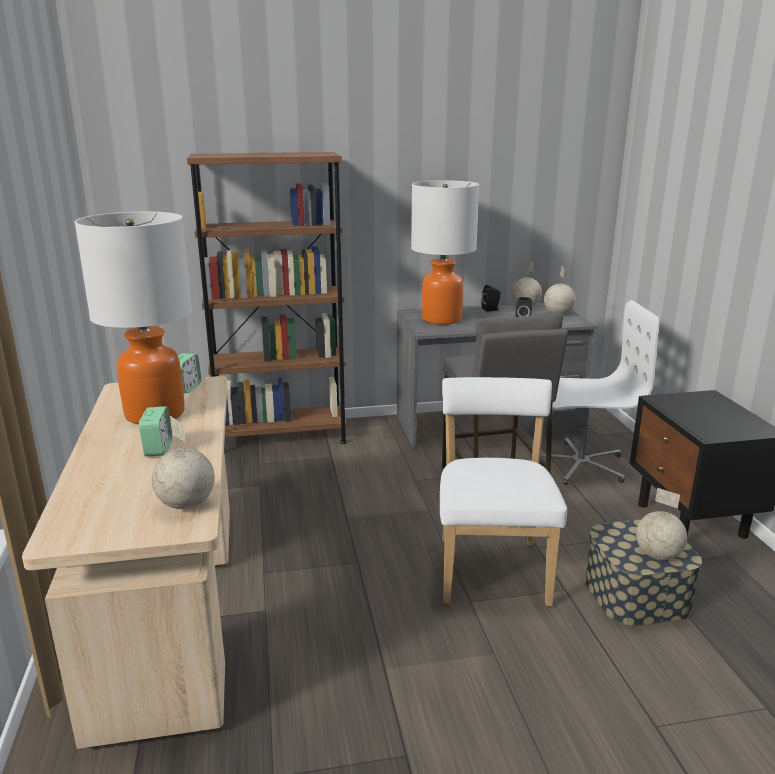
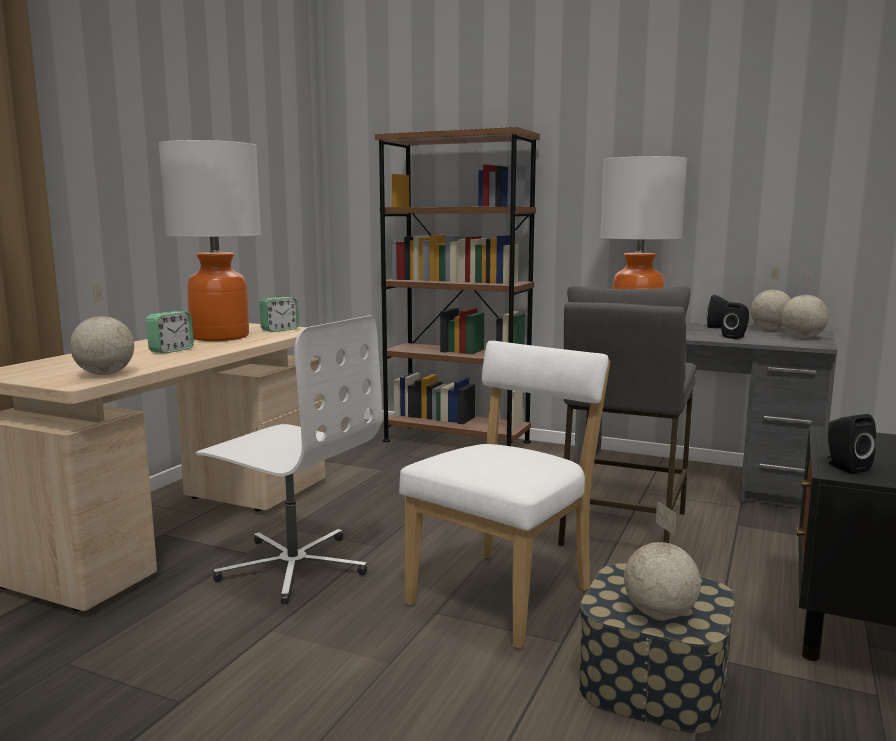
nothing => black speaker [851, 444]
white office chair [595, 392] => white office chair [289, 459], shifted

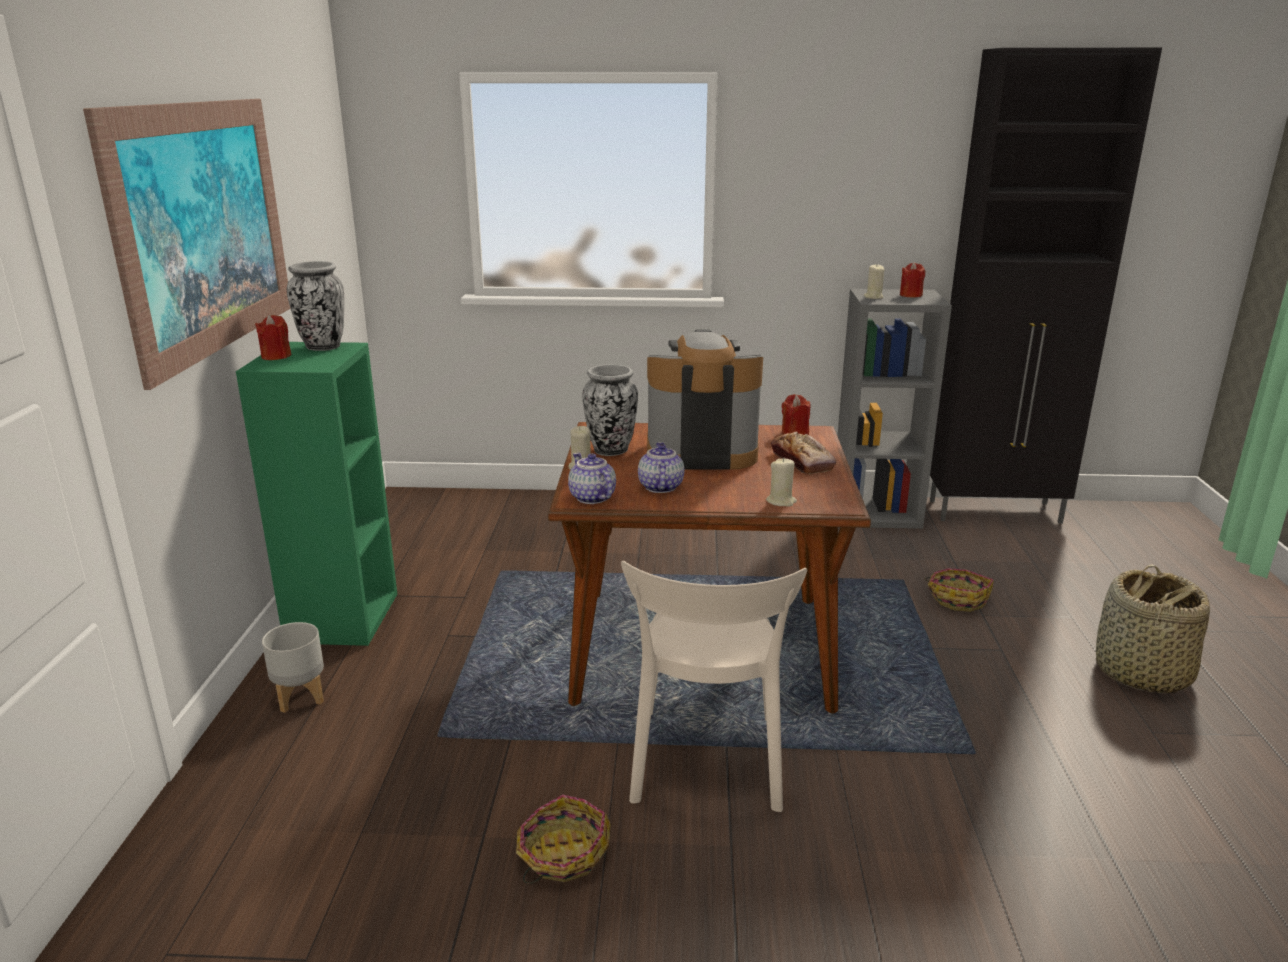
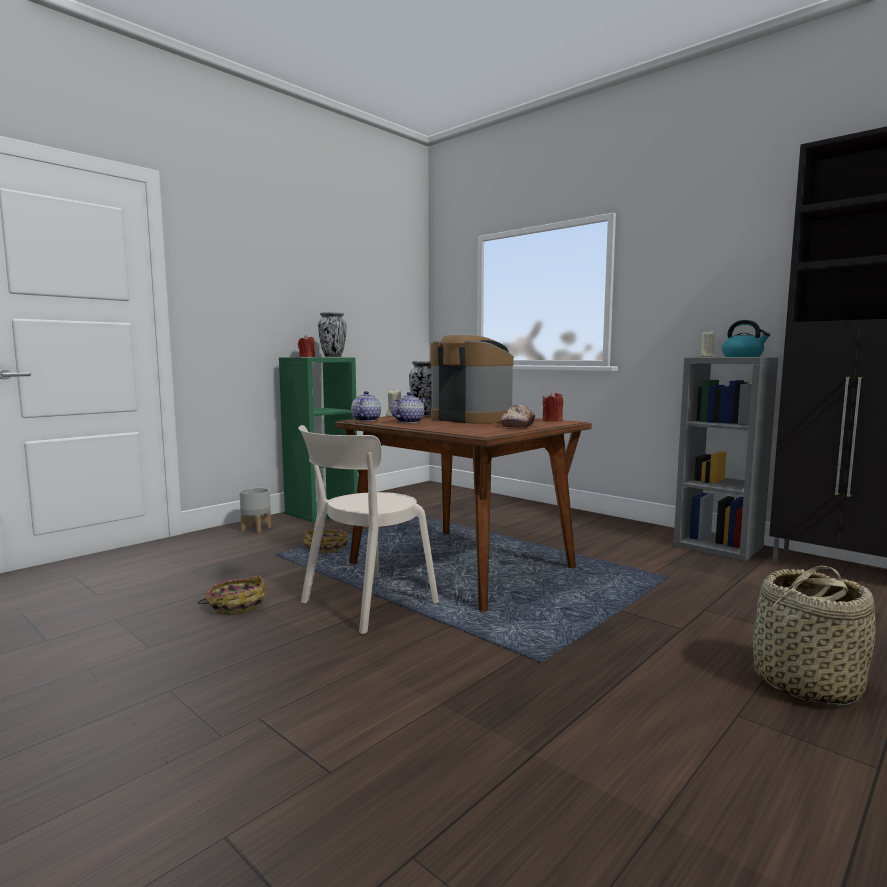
picture [186, 244] => nothing
beige candle [781, 482] => nothing
basket [959, 590] => basket [326, 541], shifted
red candle [912, 279] => kettle [746, 338]

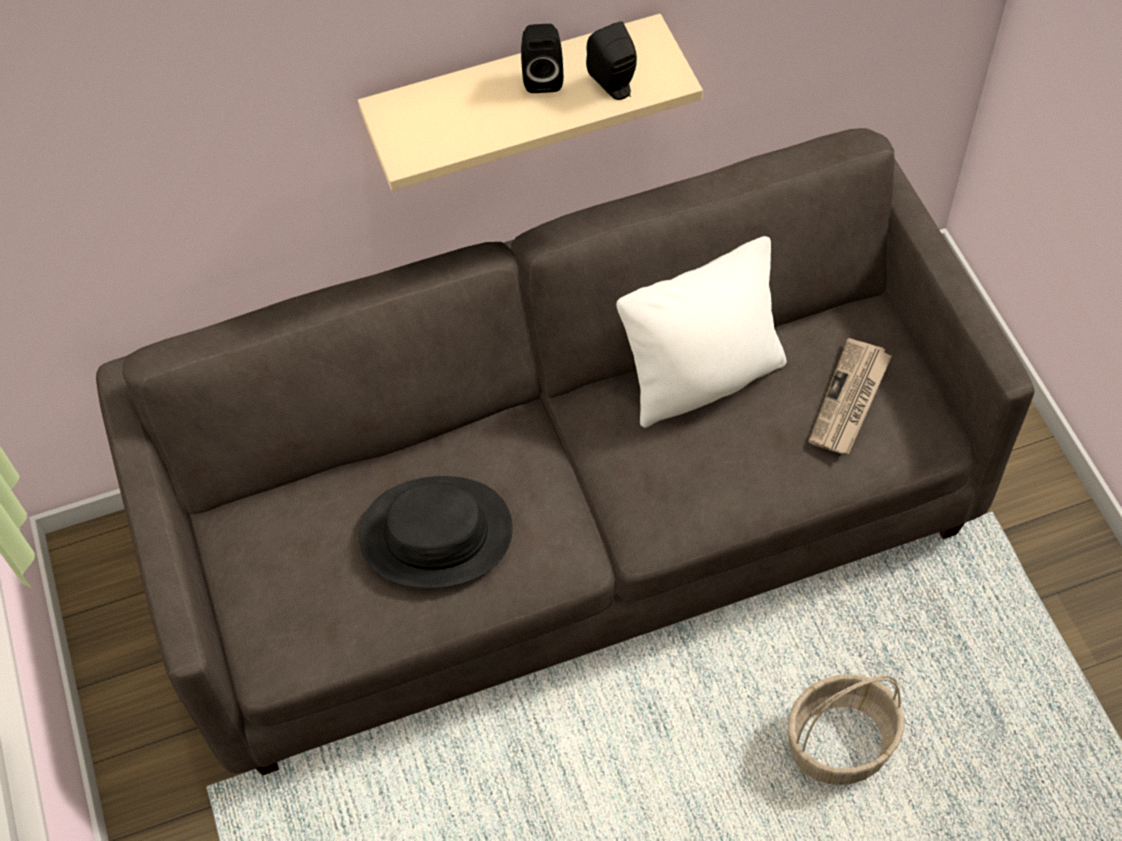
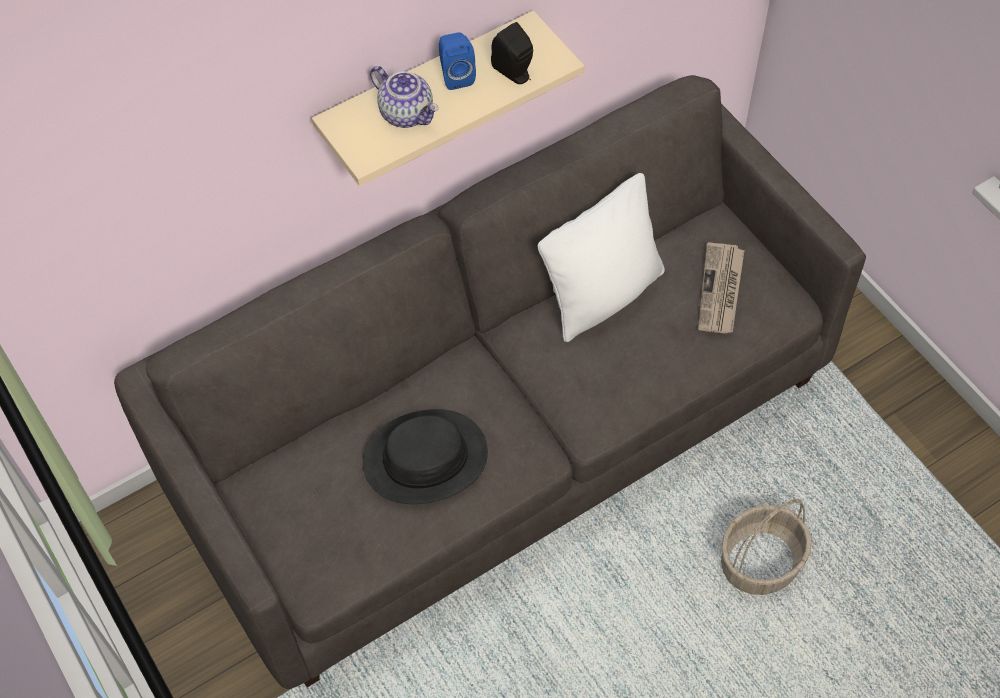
nothing => teapot [404, 97]
black speaker [542, 58] => blue speaker [457, 61]

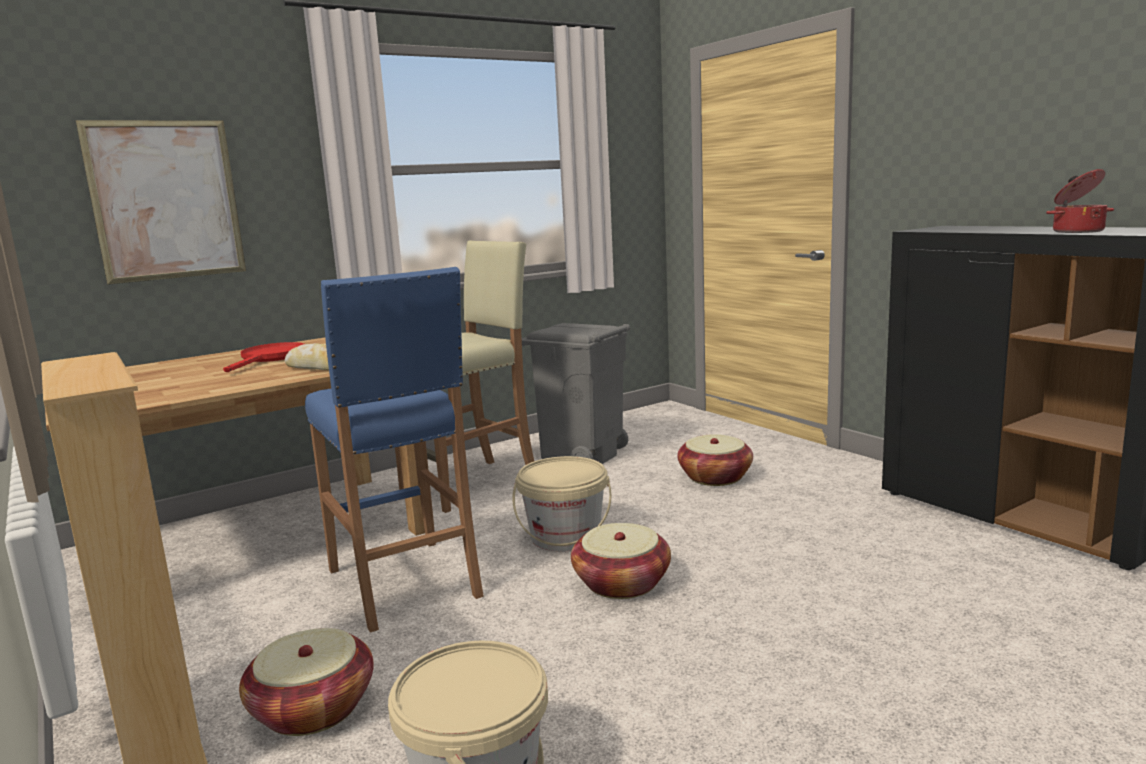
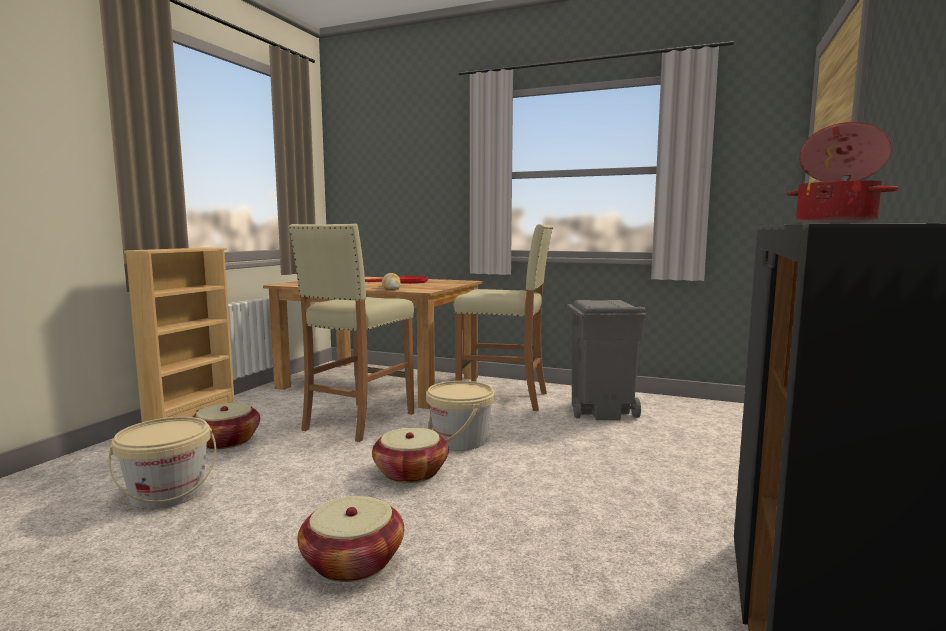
picture [160, 202] => nothing
basket [715, 460] => basket [350, 539], shifted
blue stool [394, 450] => beige stool [351, 333]

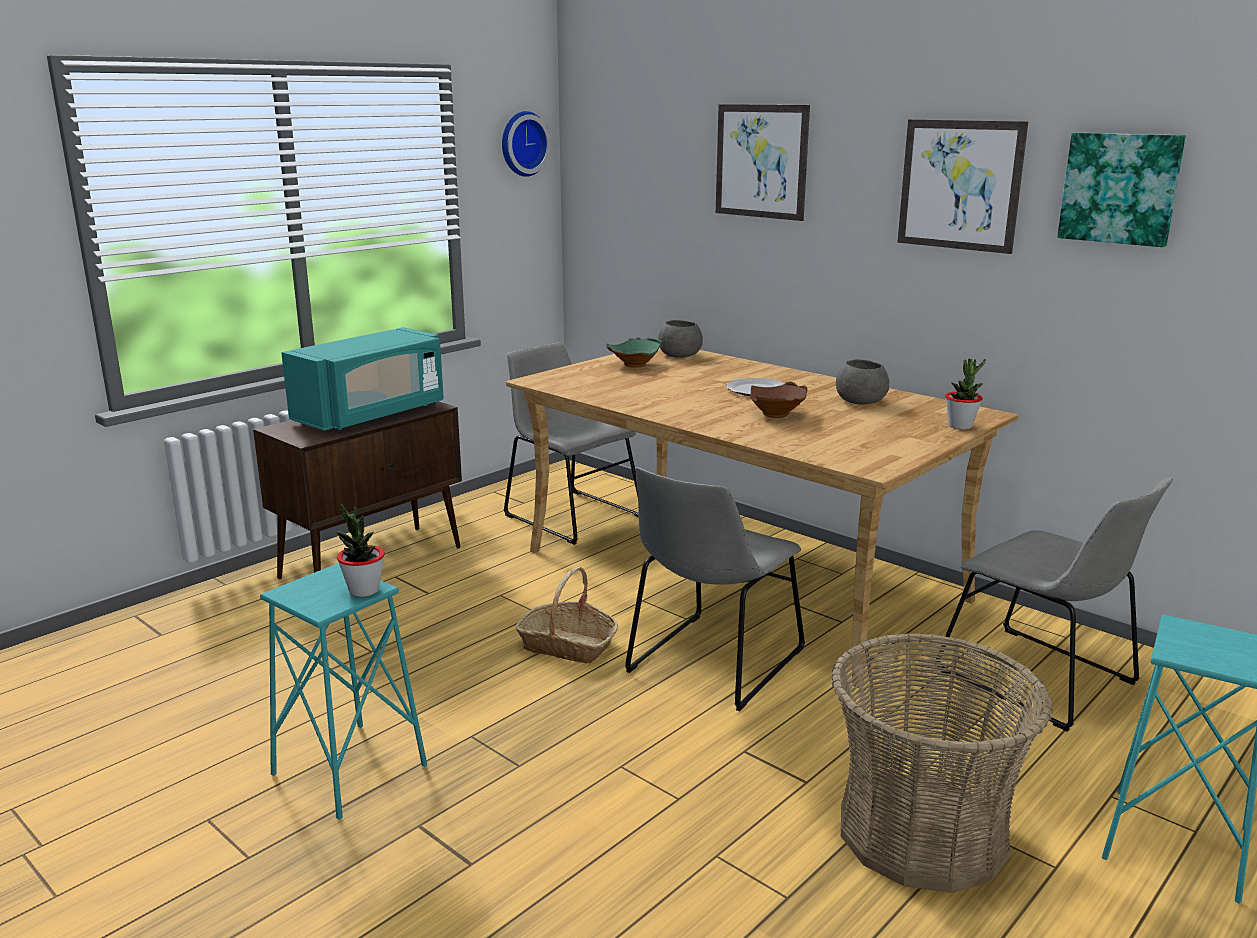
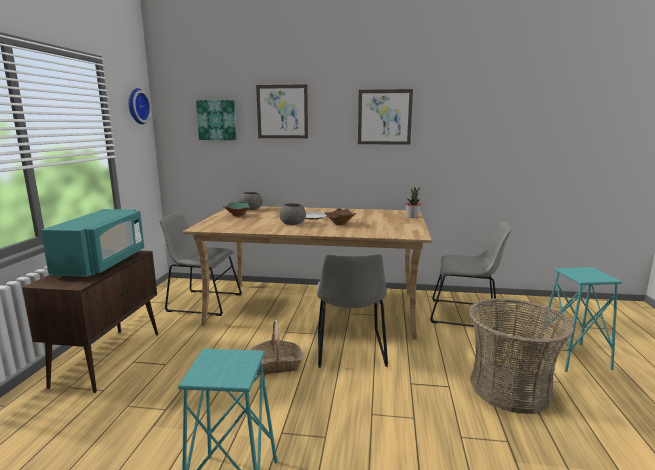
potted plant [360, 550] => nothing
grey bowl [862, 382] => grey bowl [292, 214], shifted
picture [1121, 190] => picture [216, 120], shifted

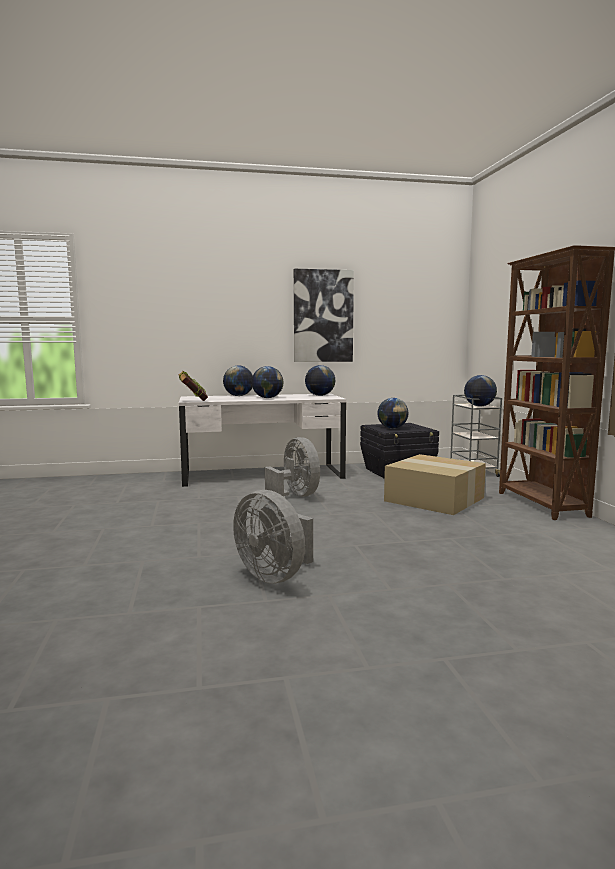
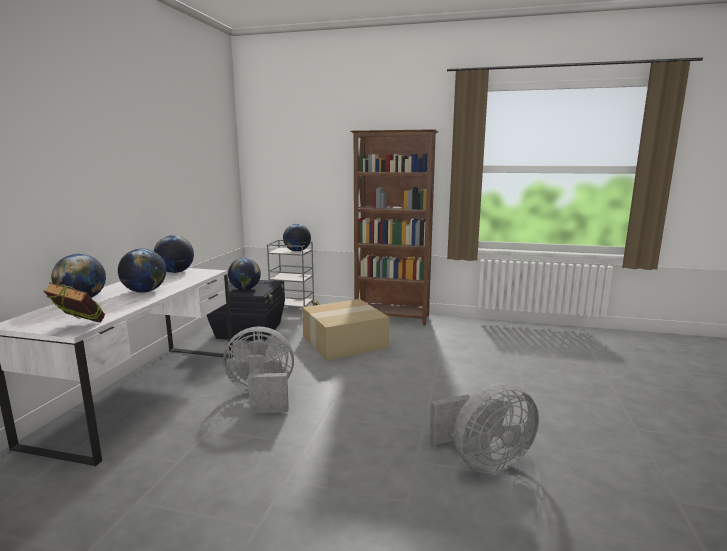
picture [324, 315] => nothing

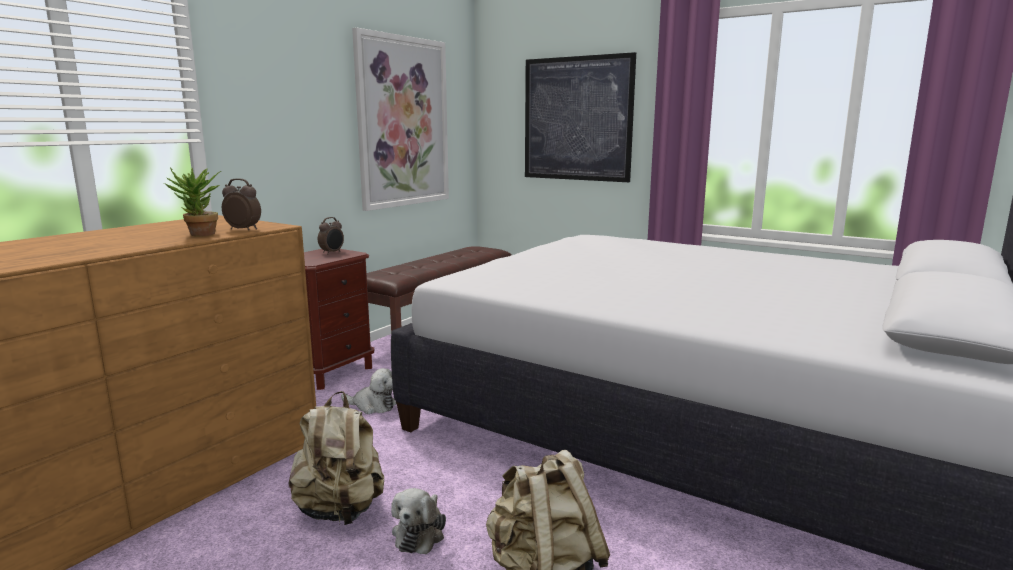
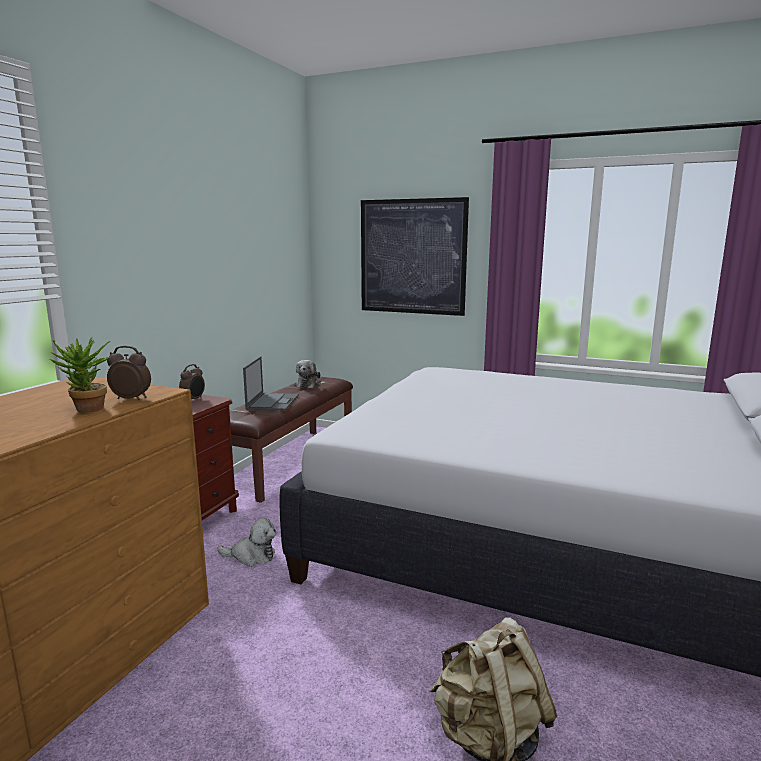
beige backpack [336, 458] => nothing
picture [400, 119] => nothing
nothing => laptop [271, 383]
plush toy [418, 521] => plush toy [307, 374], shifted

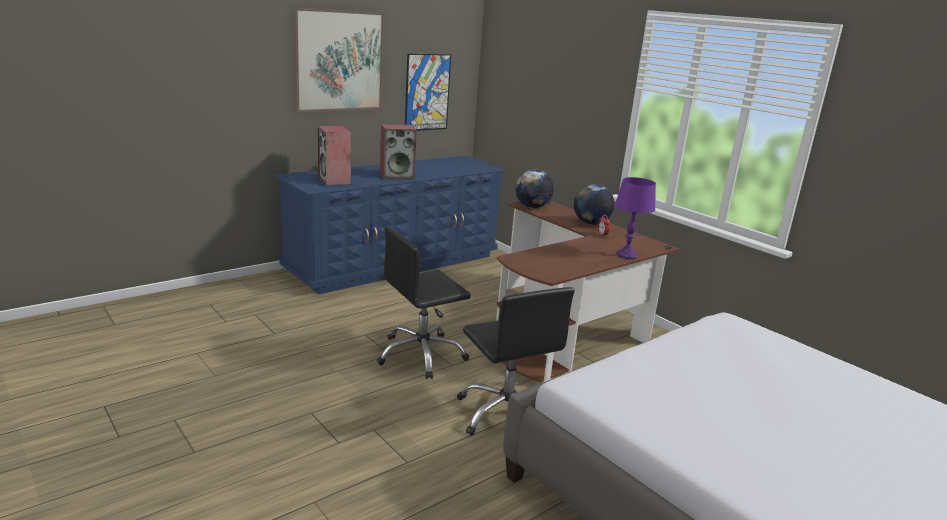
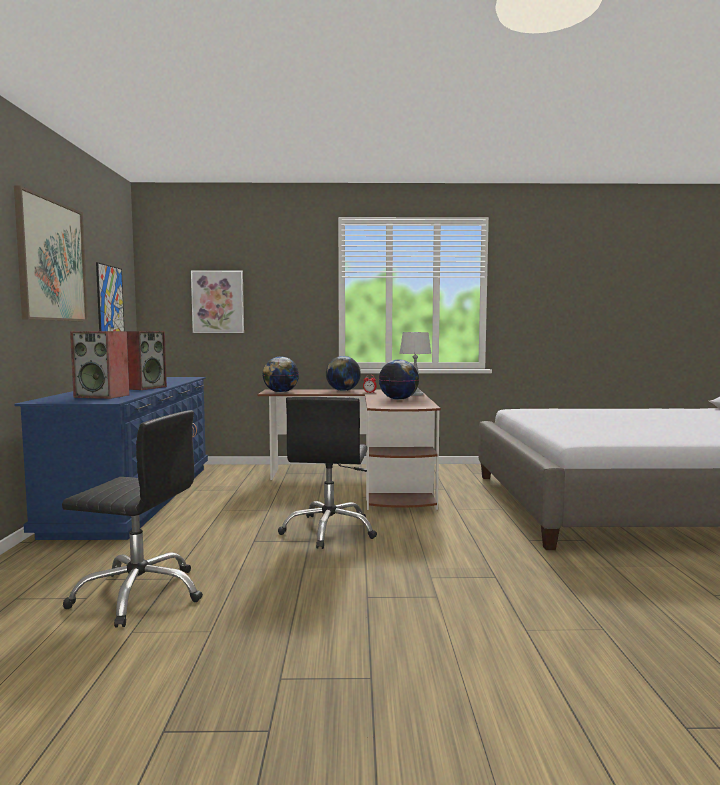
nothing => picture [217, 301]
nothing => globe [399, 379]
black office chair [516, 361] => black office chair [132, 519], shifted
purple table lamp [635, 218] => grey table lamp [415, 364]

